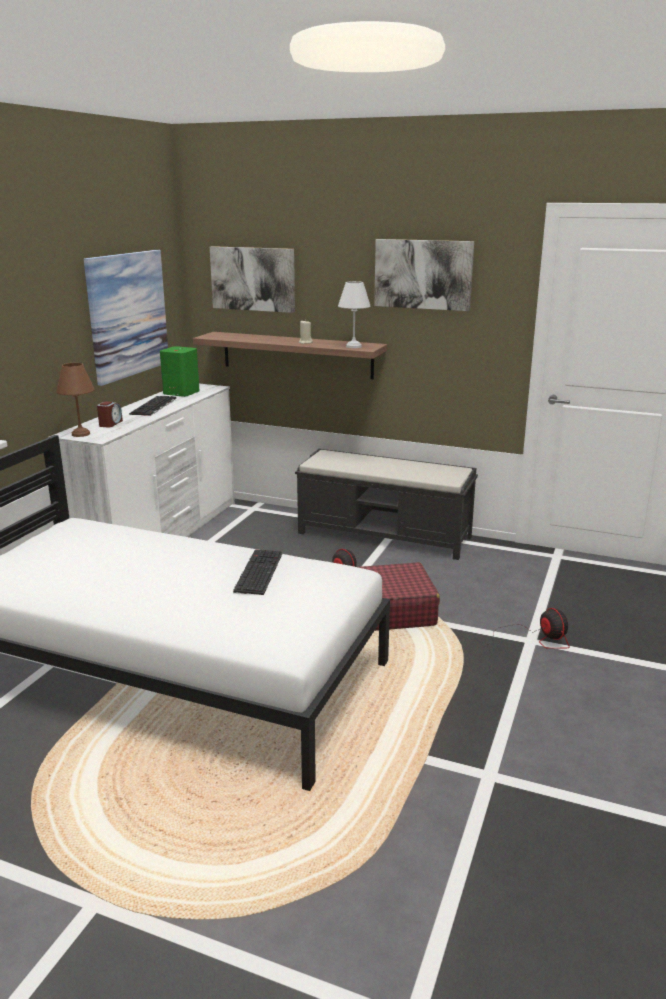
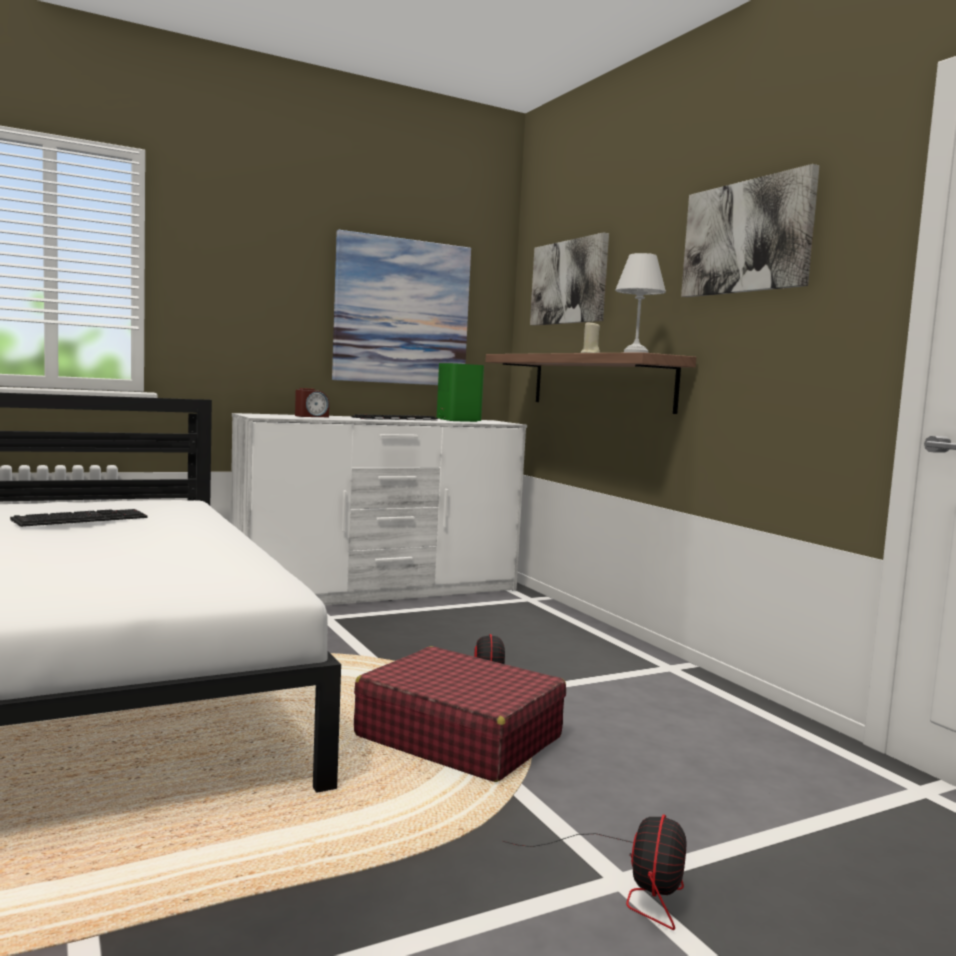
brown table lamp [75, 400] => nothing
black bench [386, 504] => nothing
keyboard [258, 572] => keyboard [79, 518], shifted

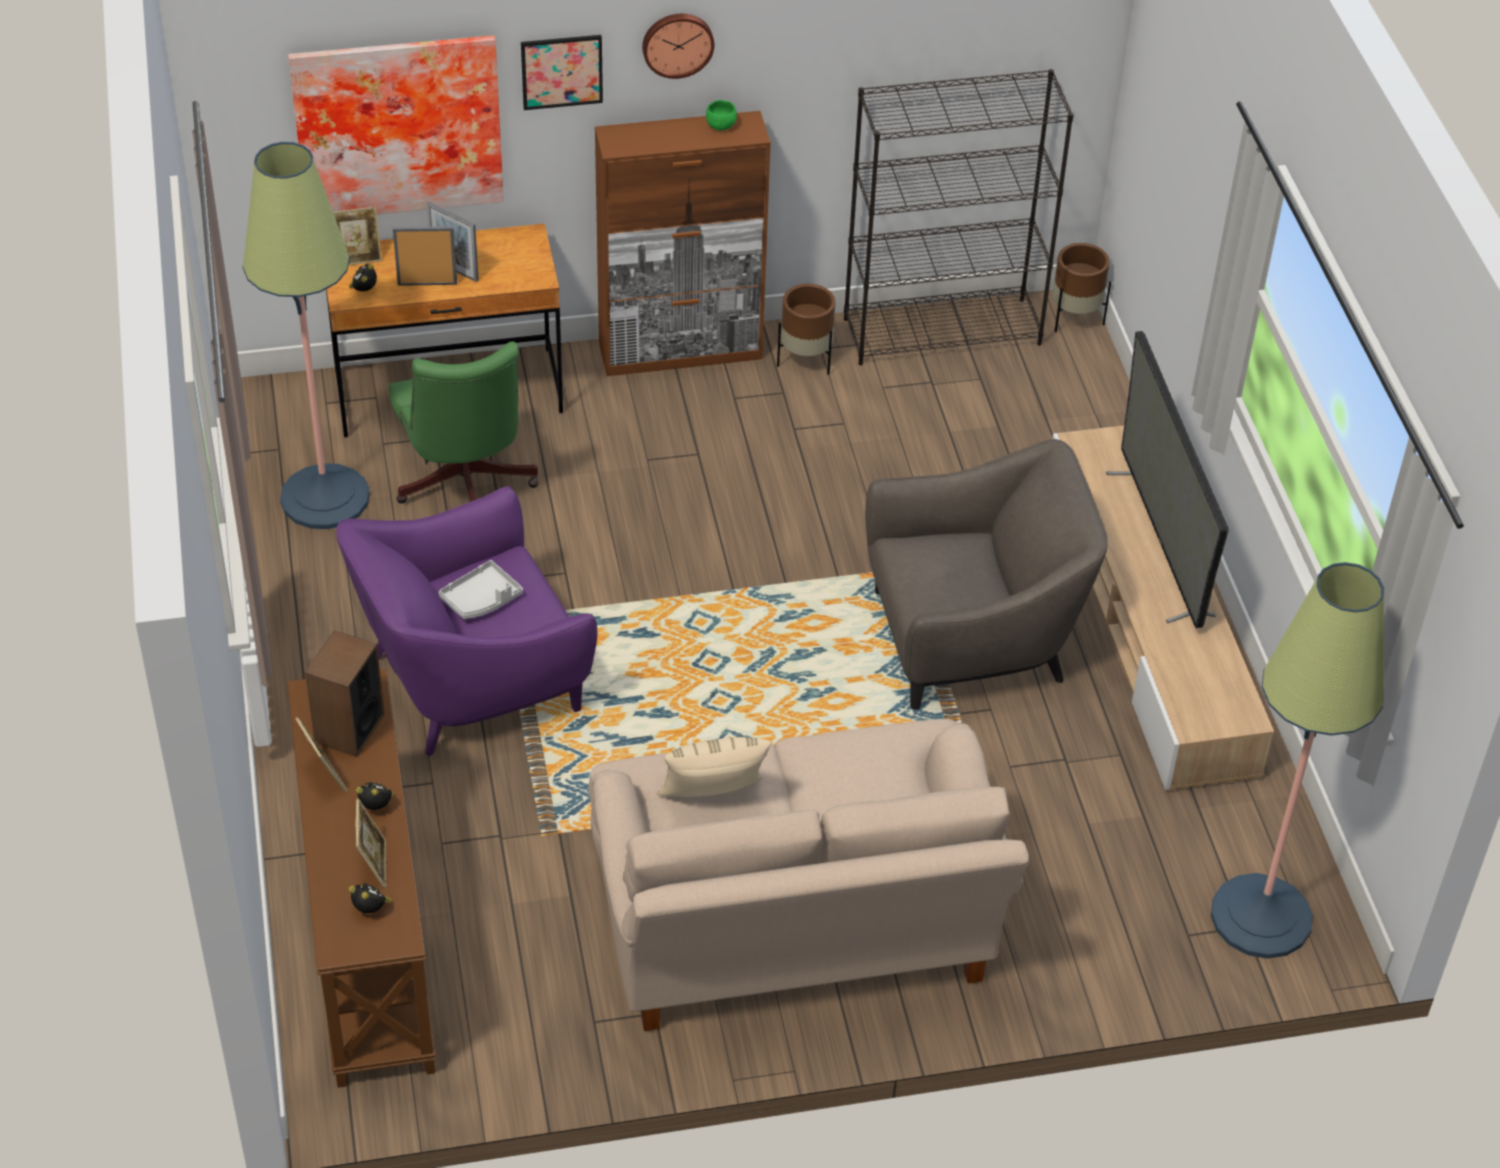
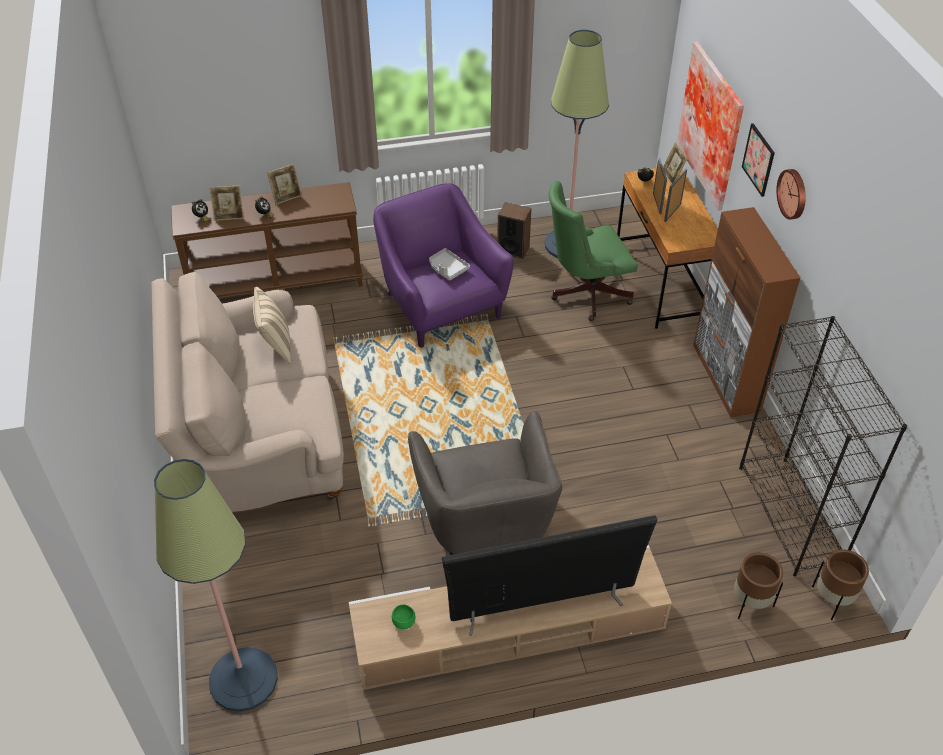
speaker [345, 693] => speaker [514, 230], shifted
green bowl [721, 115] => green bowl [404, 616], shifted
brown planter [806, 329] => brown planter [758, 585], shifted

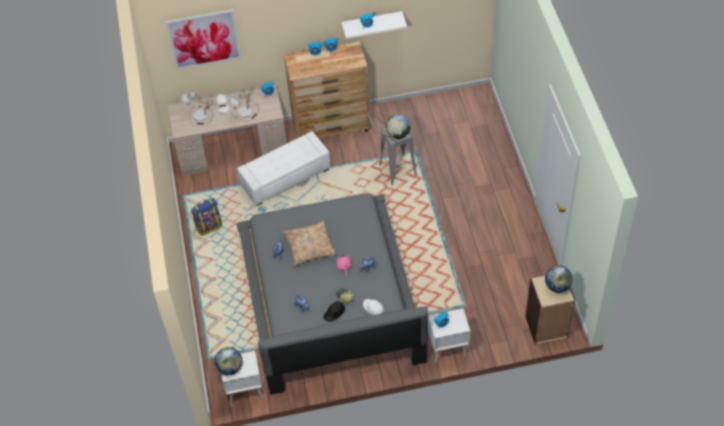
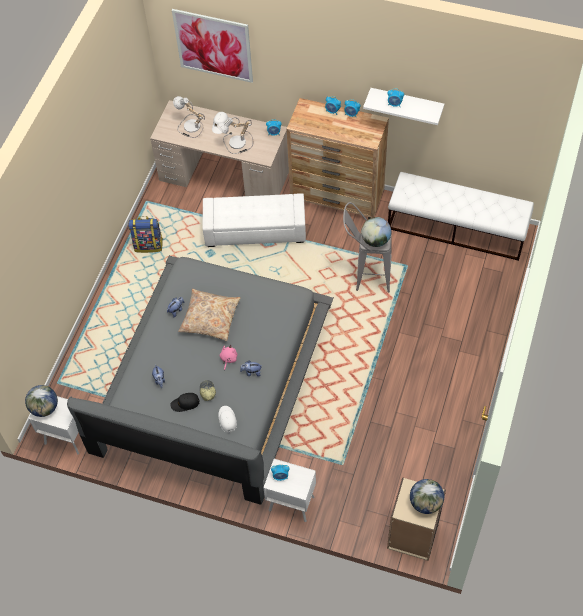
nothing => white bench [461, 216]

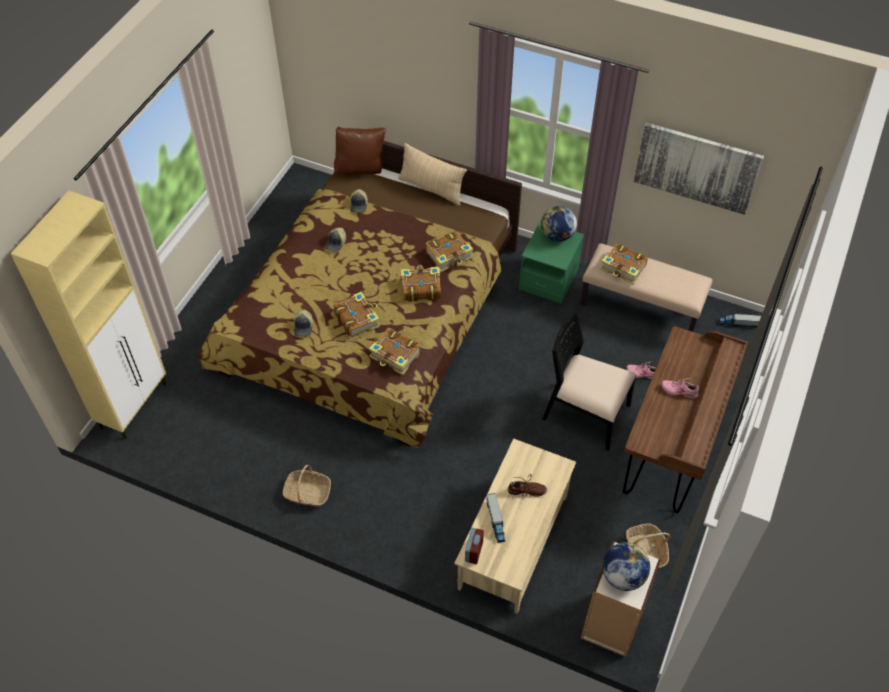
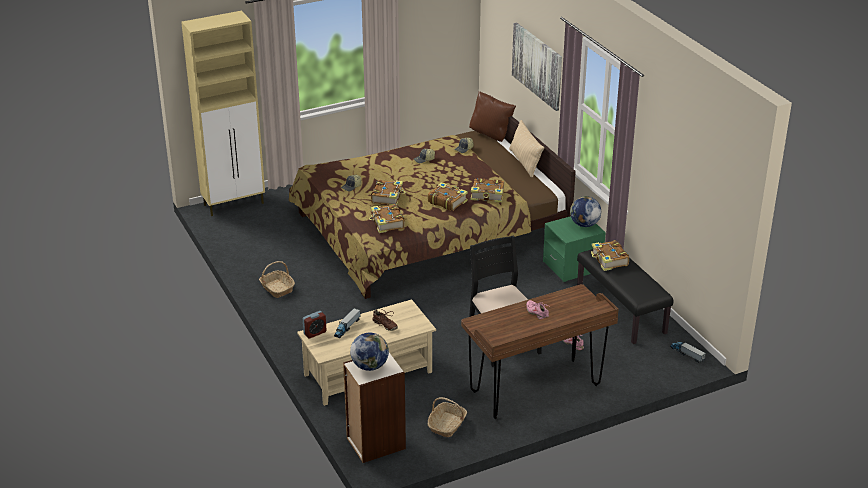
picture [699, 168] => picture [537, 66], shifted
beige bench [646, 287] => black bench [625, 296]

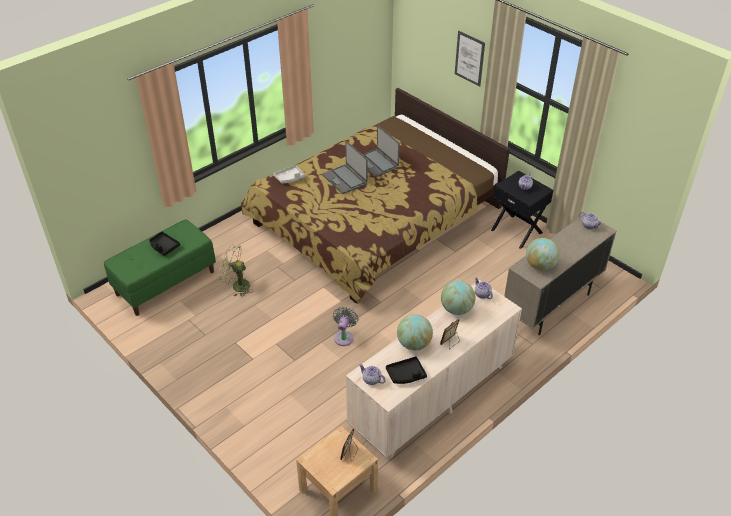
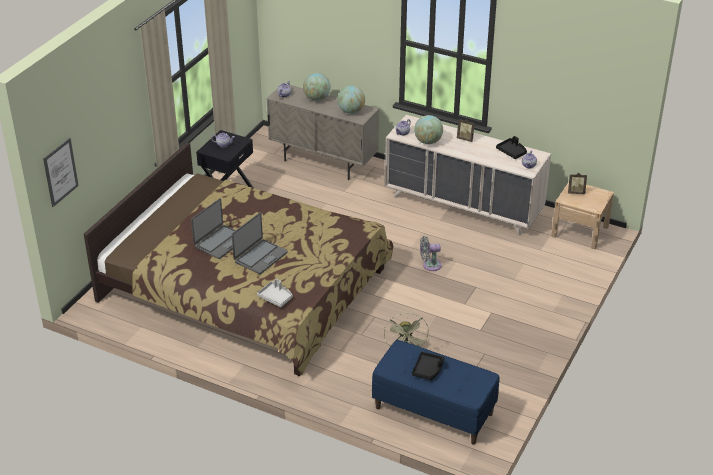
globe [415, 332] => globe [317, 87], shifted
picture [470, 59] => picture [61, 172], shifted
green bench [160, 267] => blue bench [436, 392]

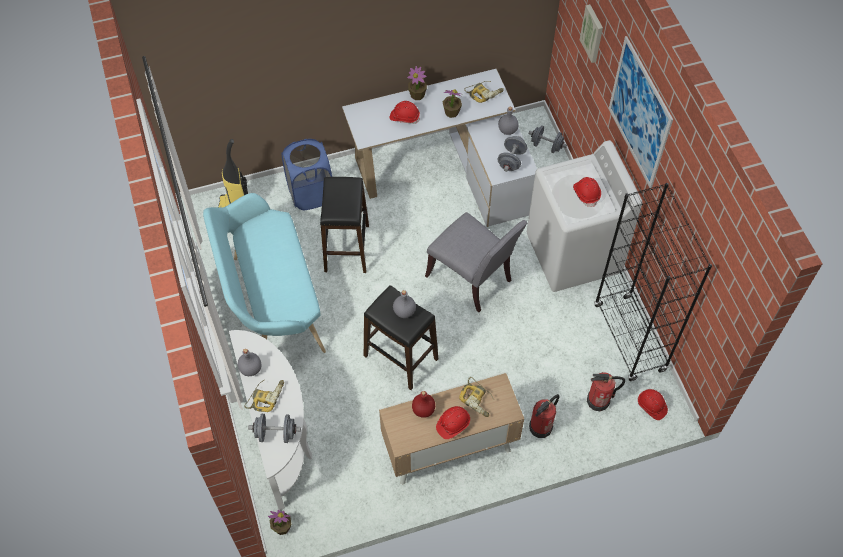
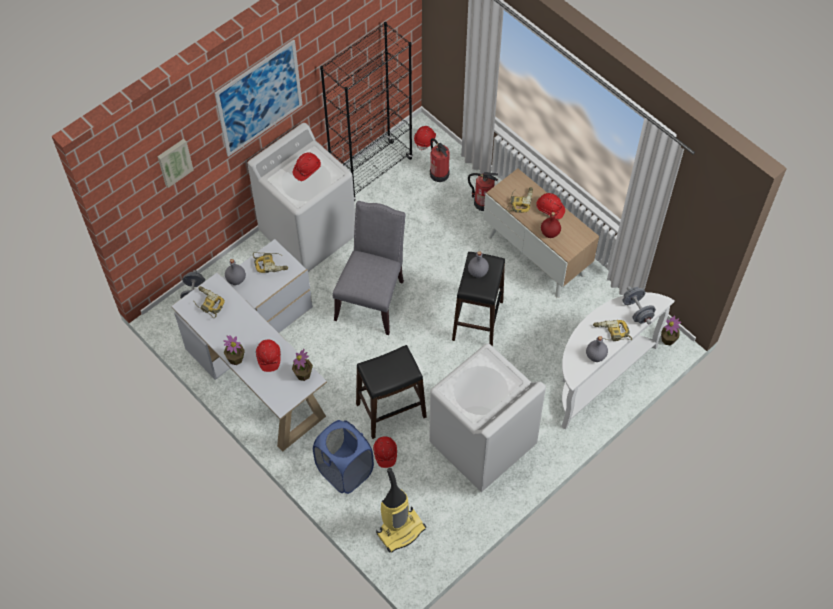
nothing => red hard hat [385, 452]
potted plant [452, 103] => potted plant [302, 365], shifted
turquoise bench [264, 273] => white washing machine [487, 418]
grey dumbbell [512, 154] => power drill [271, 262]

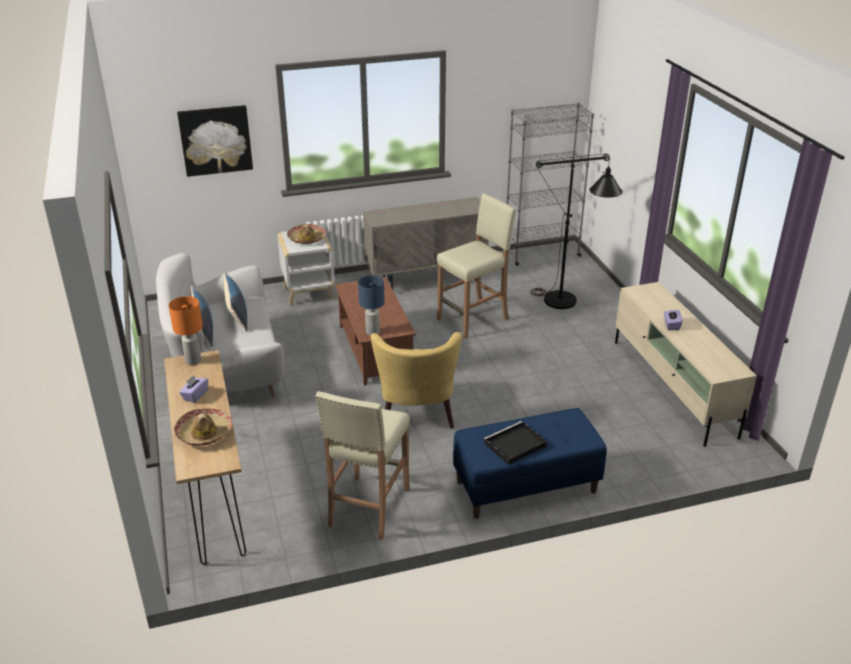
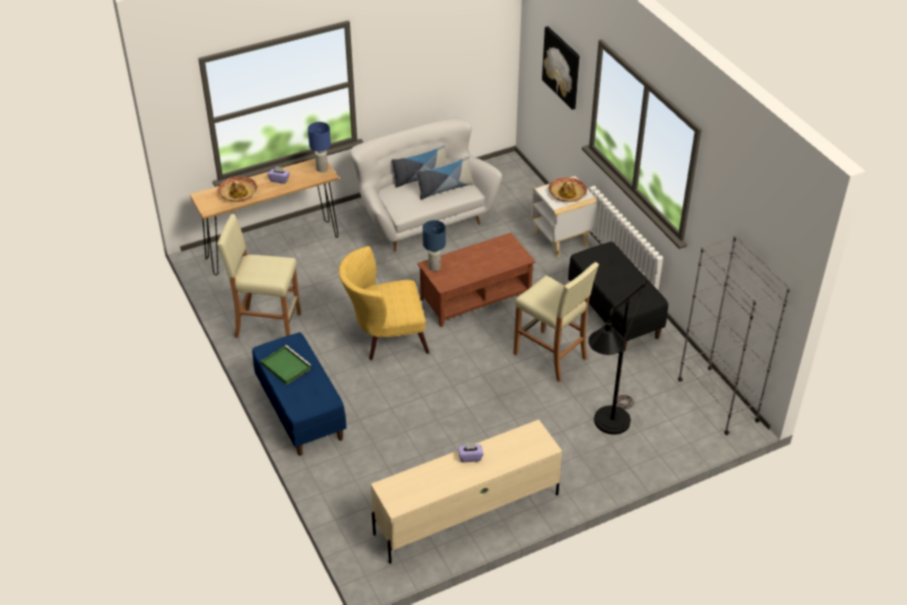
beige cabinet [426, 243] => black bench [618, 296]
orange table lamp [186, 330] => blue table lamp [319, 147]
black tray [515, 443] => green tray [286, 365]

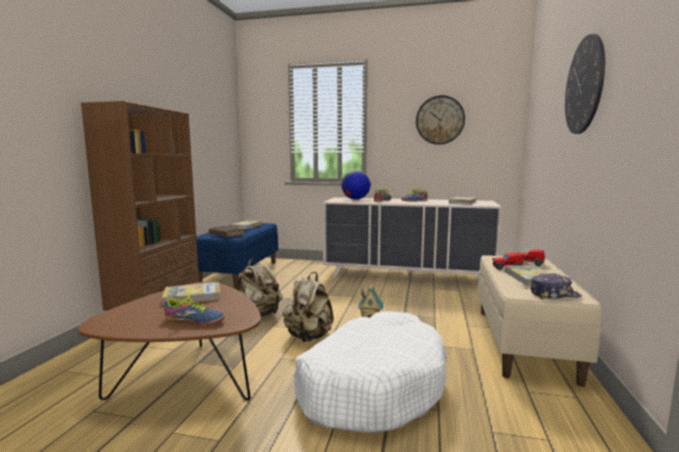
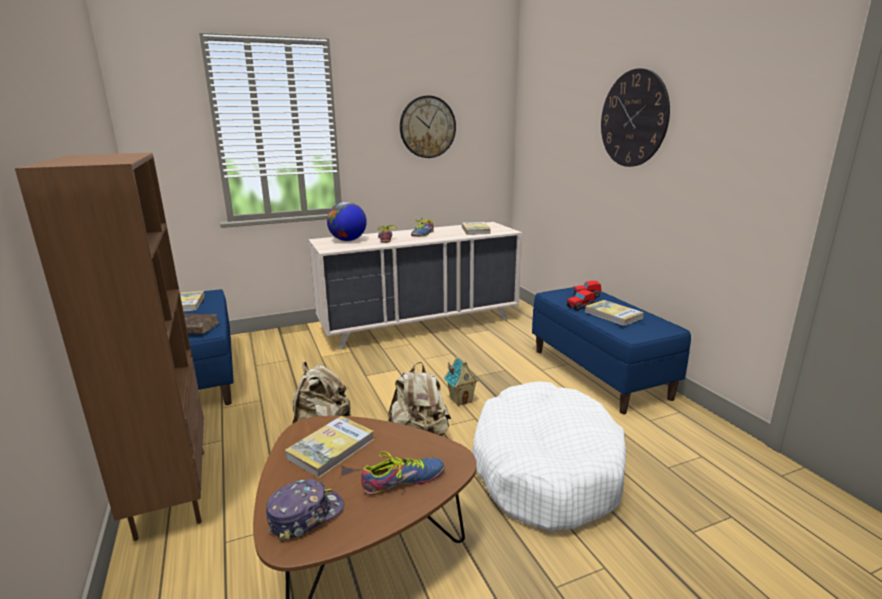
cap [556, 286] => cap [305, 510], shifted
beige bench [540, 321] => blue bench [611, 350]

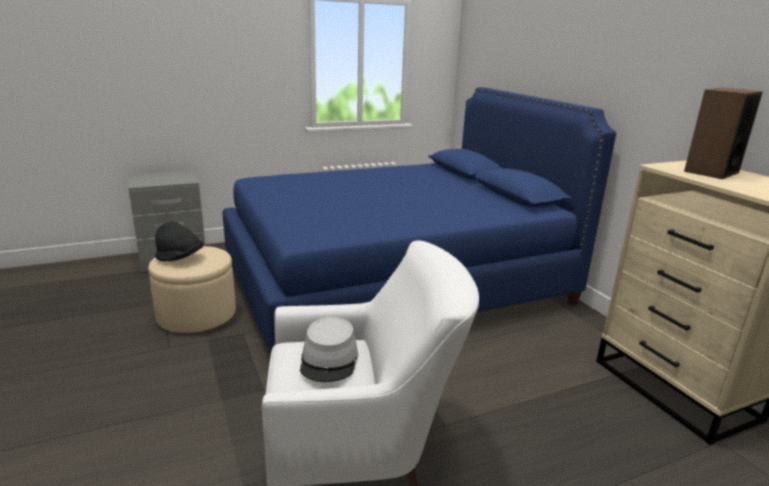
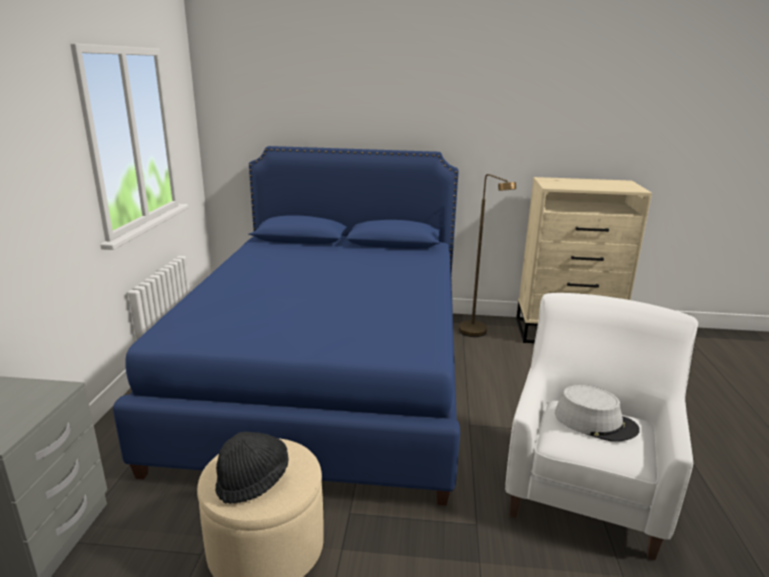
speaker [723, 133] => nothing
nothing => brown floor lamp [487, 255]

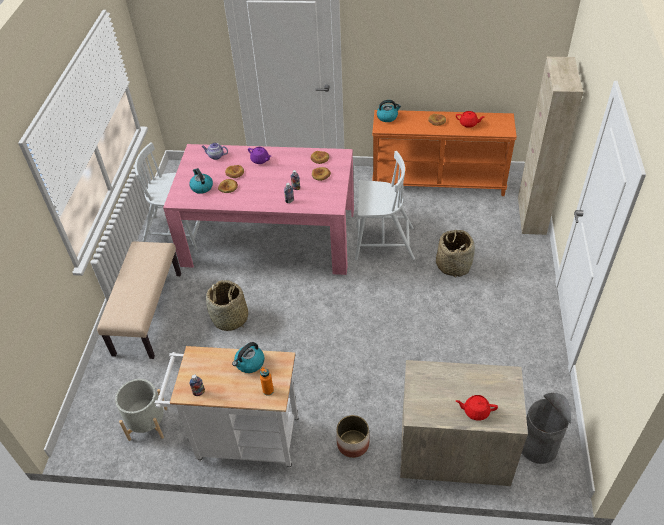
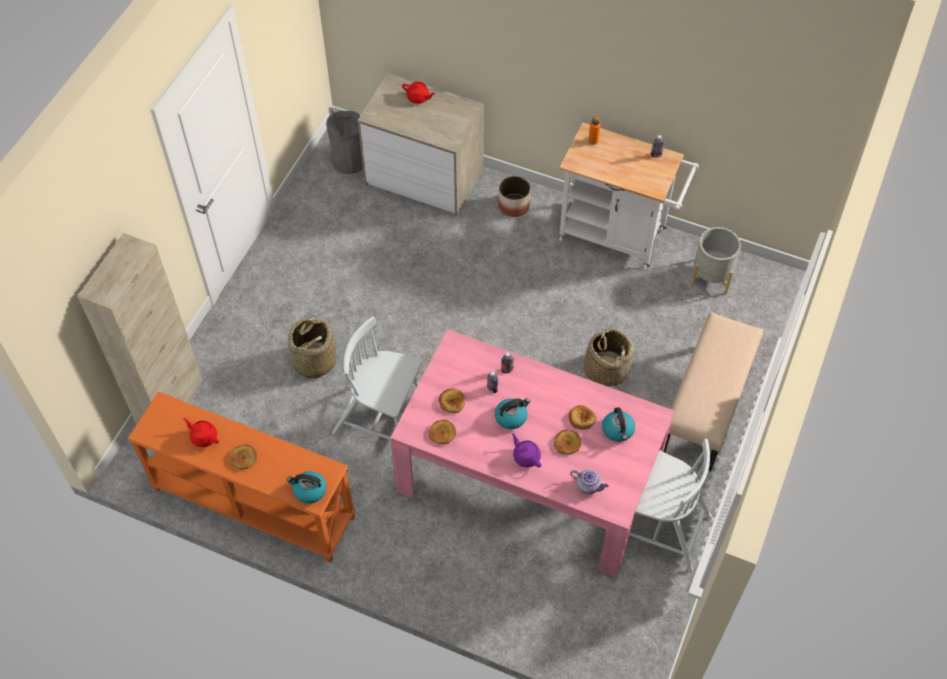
kettle [248, 357] => kettle [512, 413], shifted

